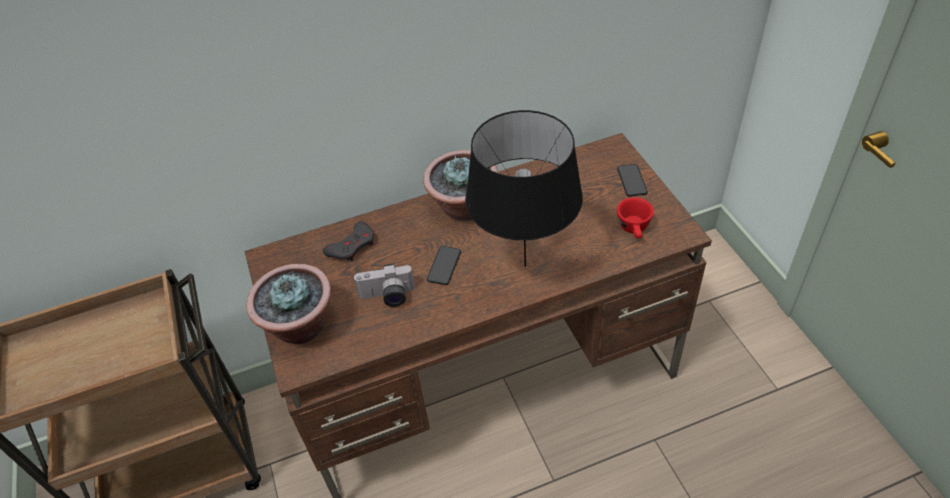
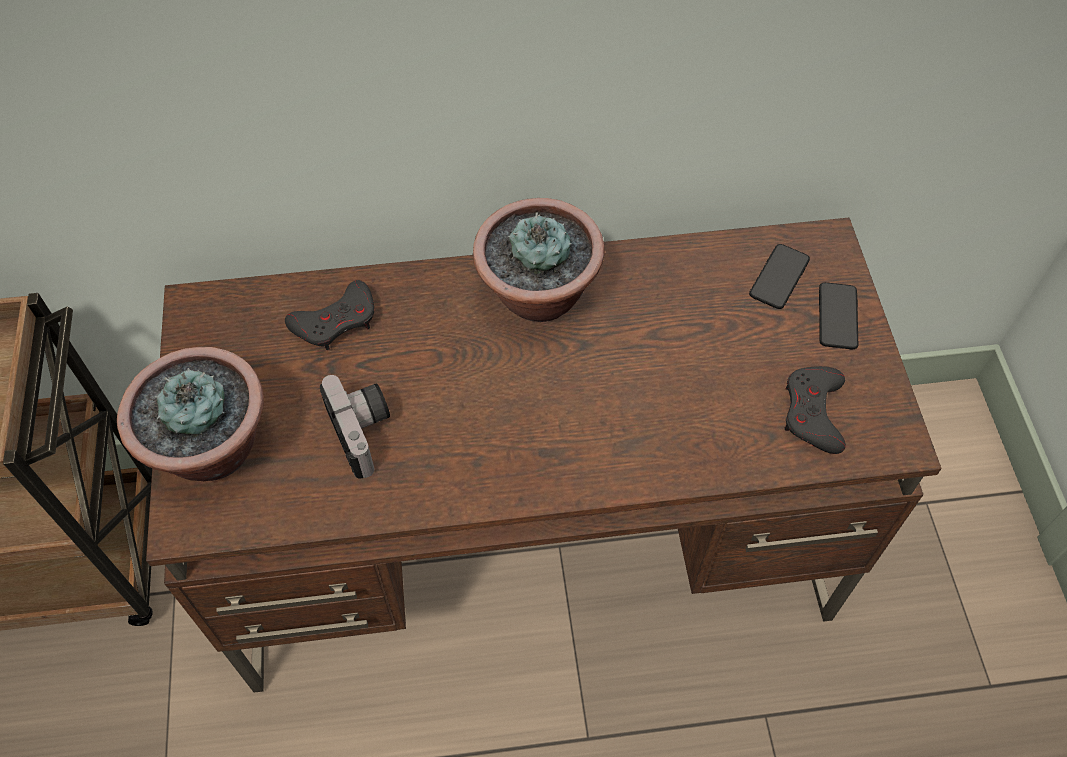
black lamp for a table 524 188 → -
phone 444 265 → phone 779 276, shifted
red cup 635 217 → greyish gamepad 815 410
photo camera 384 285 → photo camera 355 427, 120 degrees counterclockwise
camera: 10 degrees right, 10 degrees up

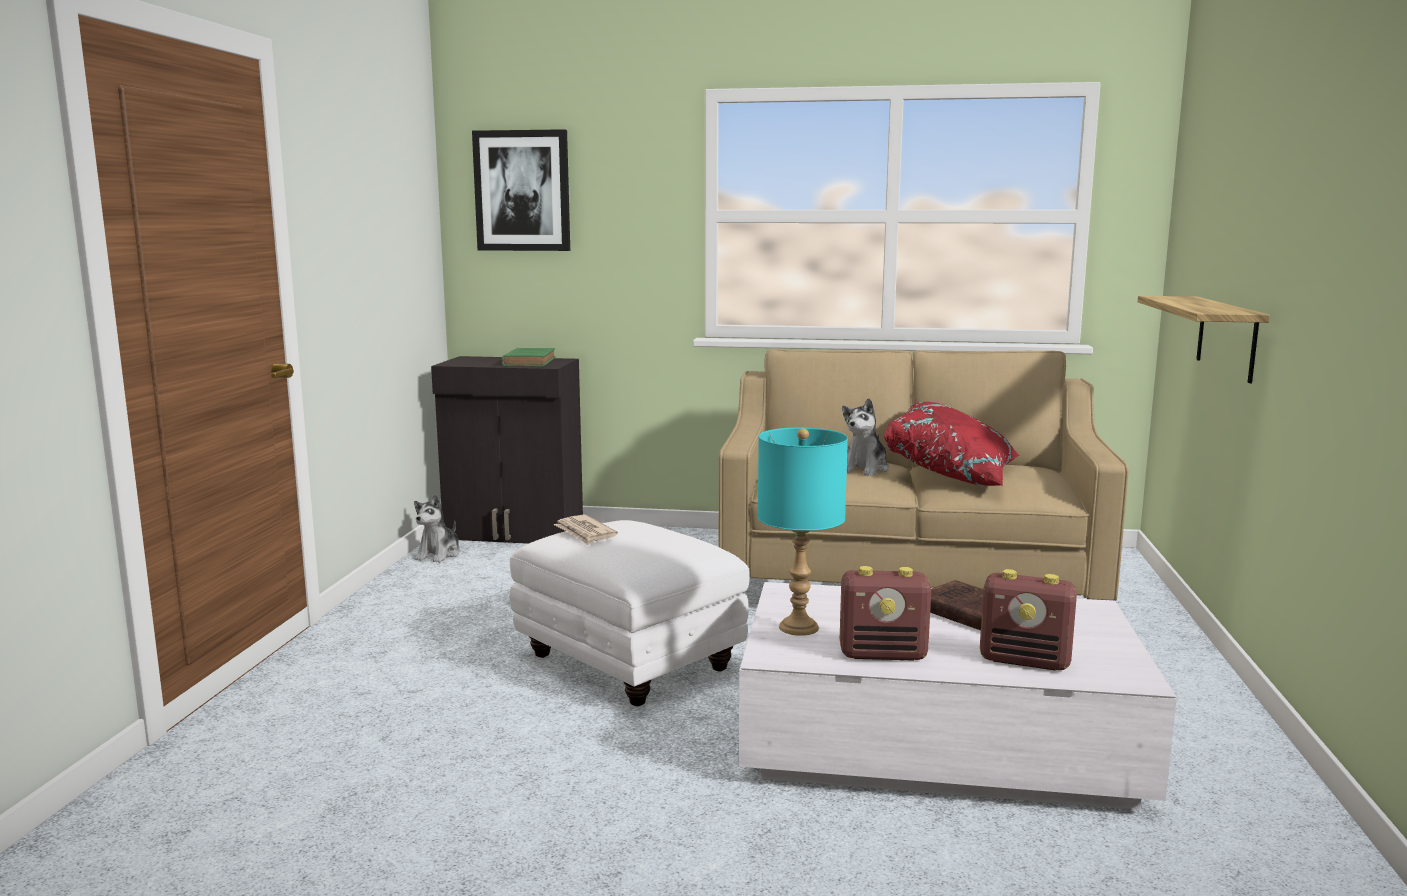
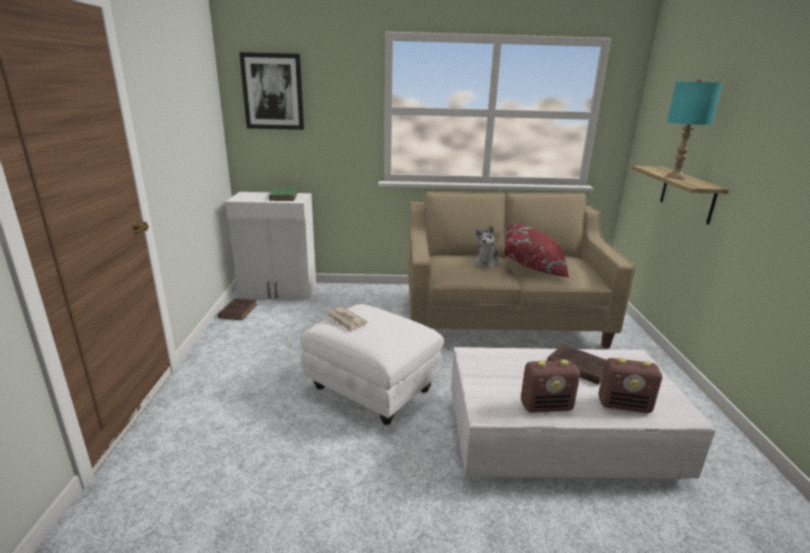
turquoise-coloured lamp for a table 803 532 → turquoise-coloured lamp for a table 694 128, shifted
soft toy 437 528 → brown volume 237 309
black storage cabinet 507 450 → white storage cabinet 270 246
camera: 10 degrees left, 10 degrees up

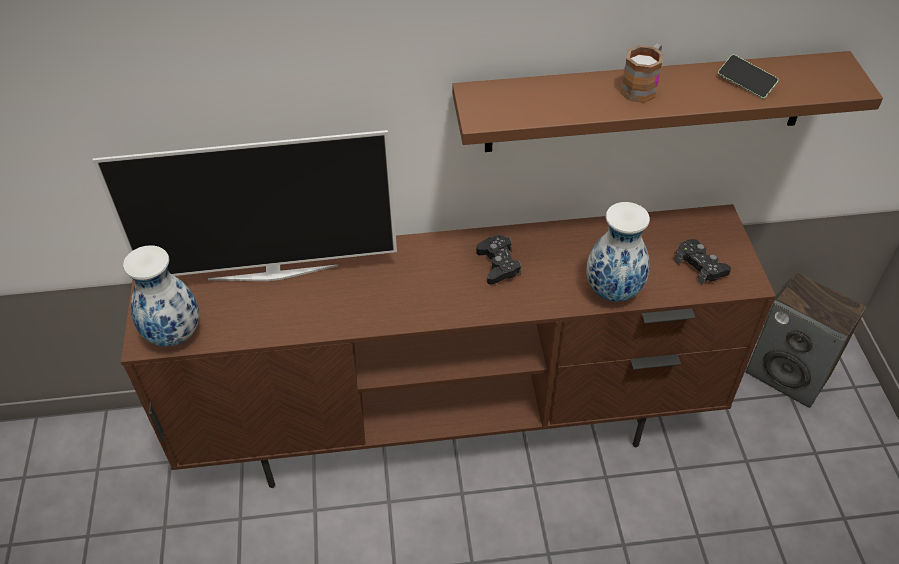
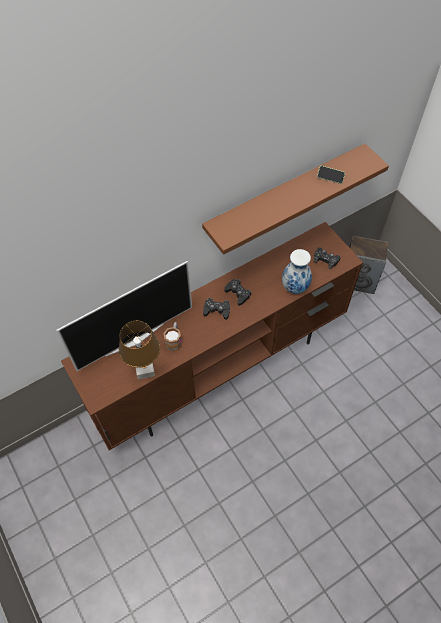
decorative vase 161 296 → -
- → brown lamp for a table 139 350
- → black gamepad 216 309
coffee mug 641 73 → coffee mug 172 337, shifted
camera: 25 degrees left, 10 degrees up

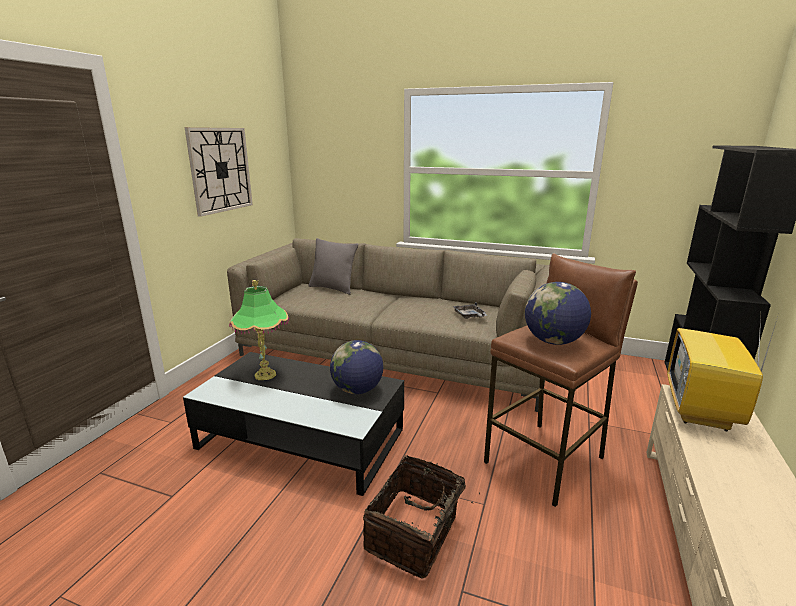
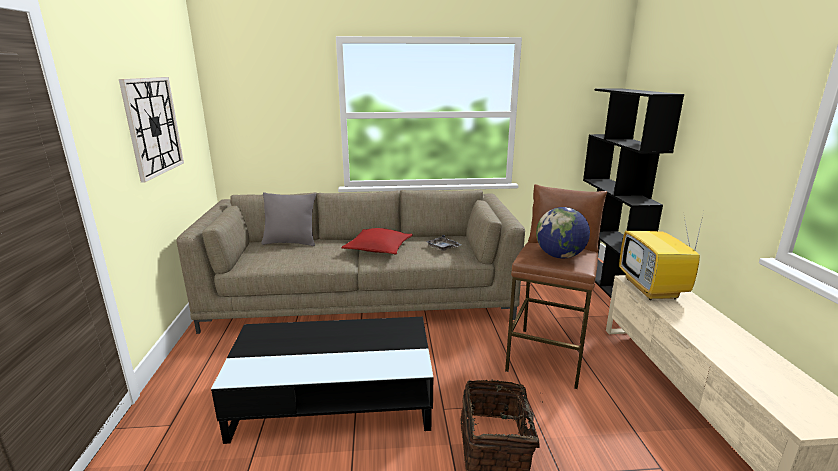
lamp for a table 259 330 → -
world globe 357 367 → -
- → red pillow 377 241
camera: 25 degrees left, 0 degrees up

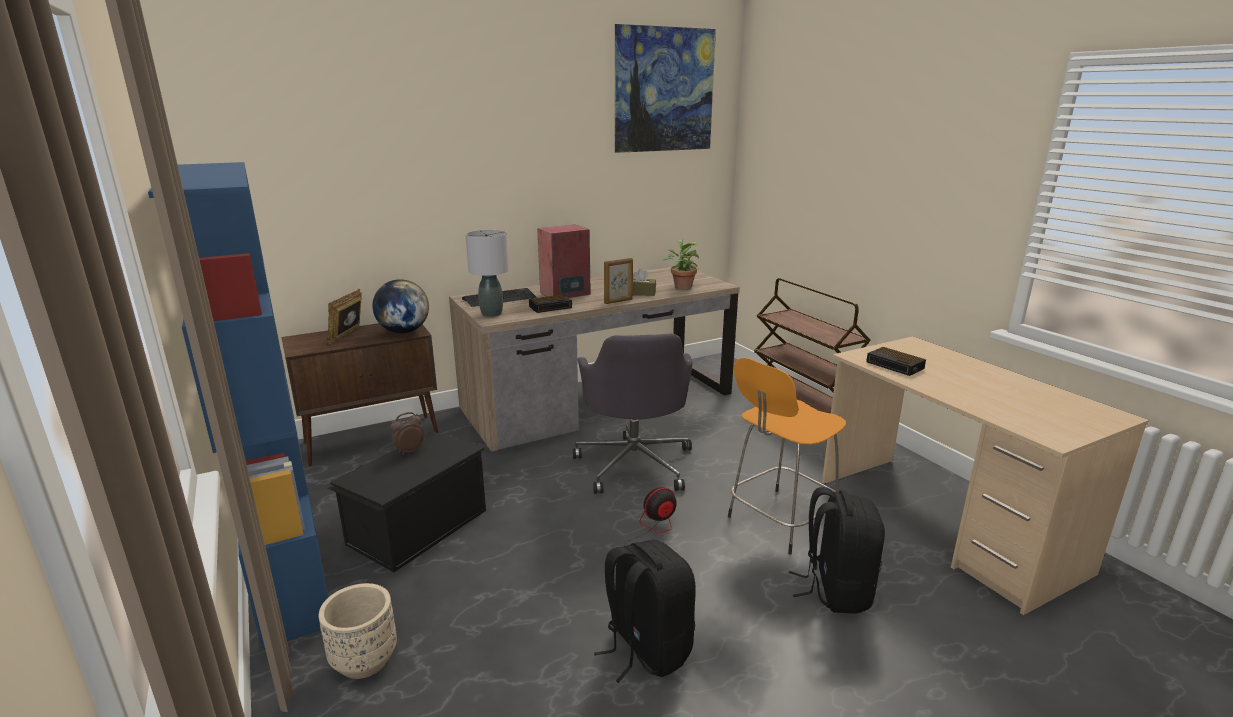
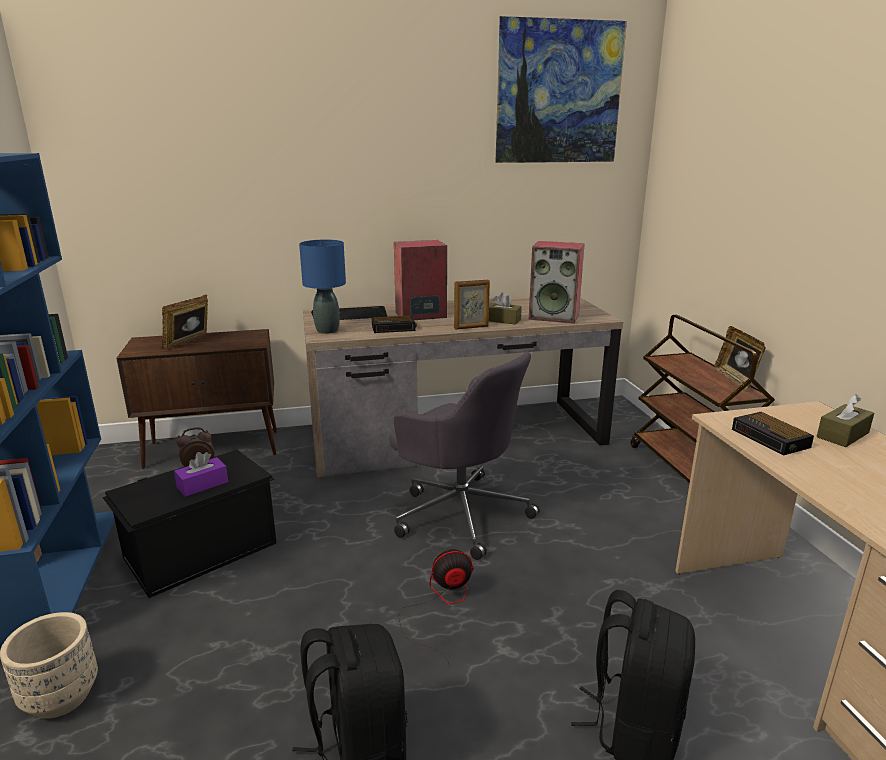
world globe 401 306 → -
orangey stool 787 456 → -
- → purplish tissue box 201 474
- → photo frame 740 358
- → brown tissue box 845 420
plant in a pot 681 264 → audio speaker 557 282
greyish lamp for a table 487 273 → blue-coloured lamp for a table 322 287
greyish desk chair 633 413 → greyish desk chair 464 456, 60 degrees counterclockwise
camera: 15 degrees right, 0 degrees up

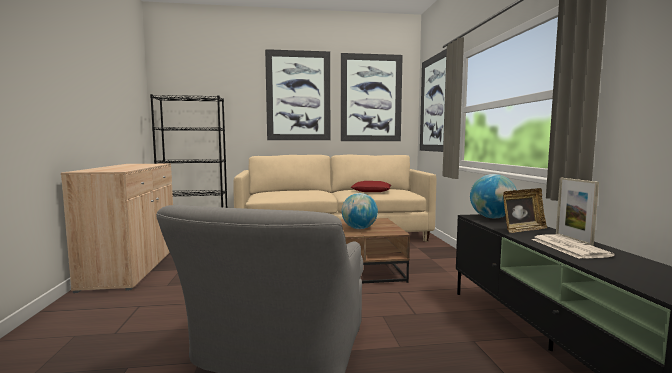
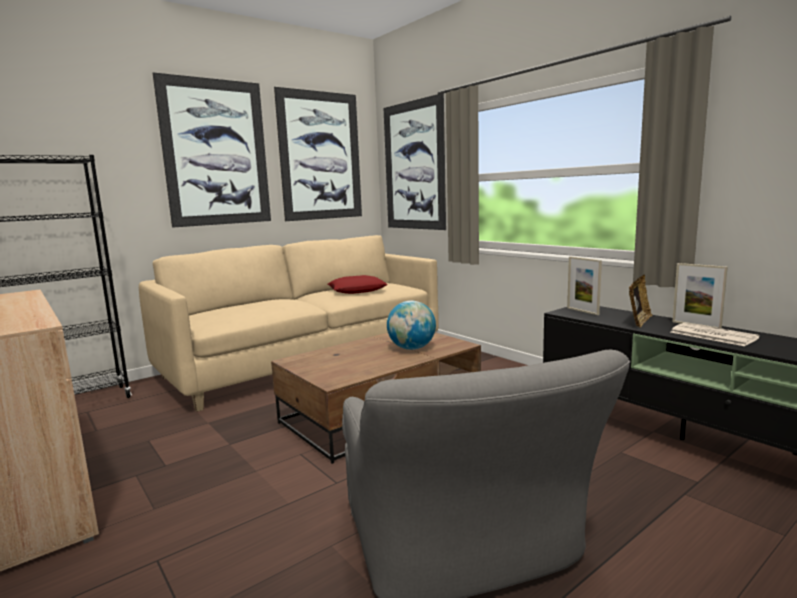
world globe 493 196 → photo frame 584 286
camera: 30 degrees left, 5 degrees up

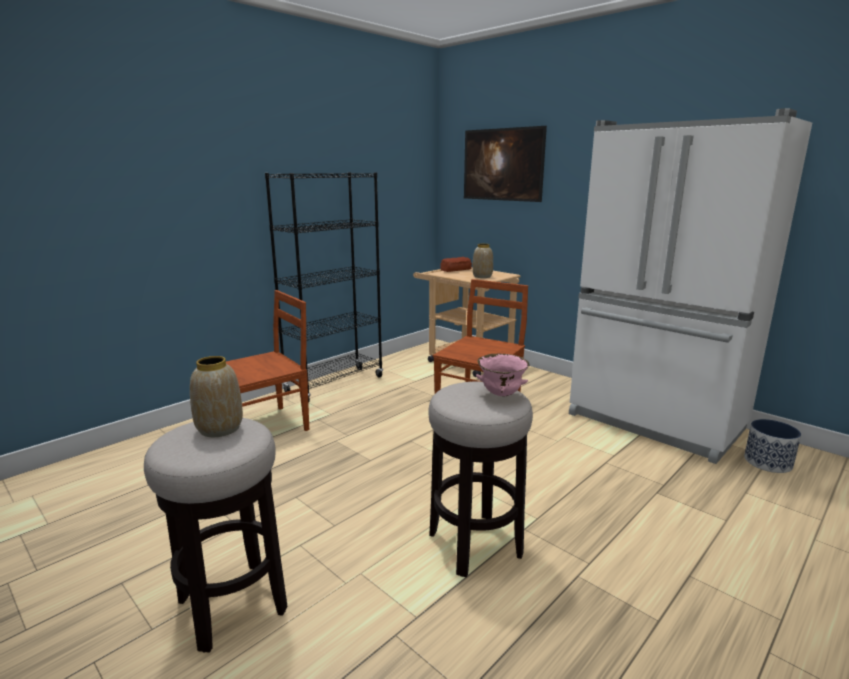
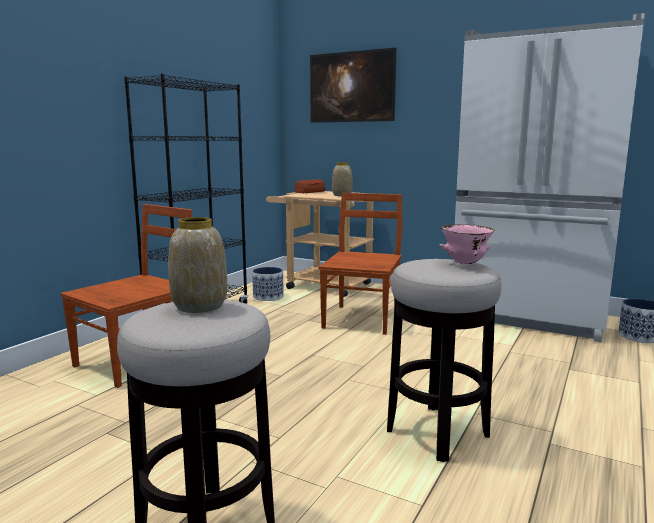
- → plant pot 268 284
camera: 15 degrees left, 5 degrees down

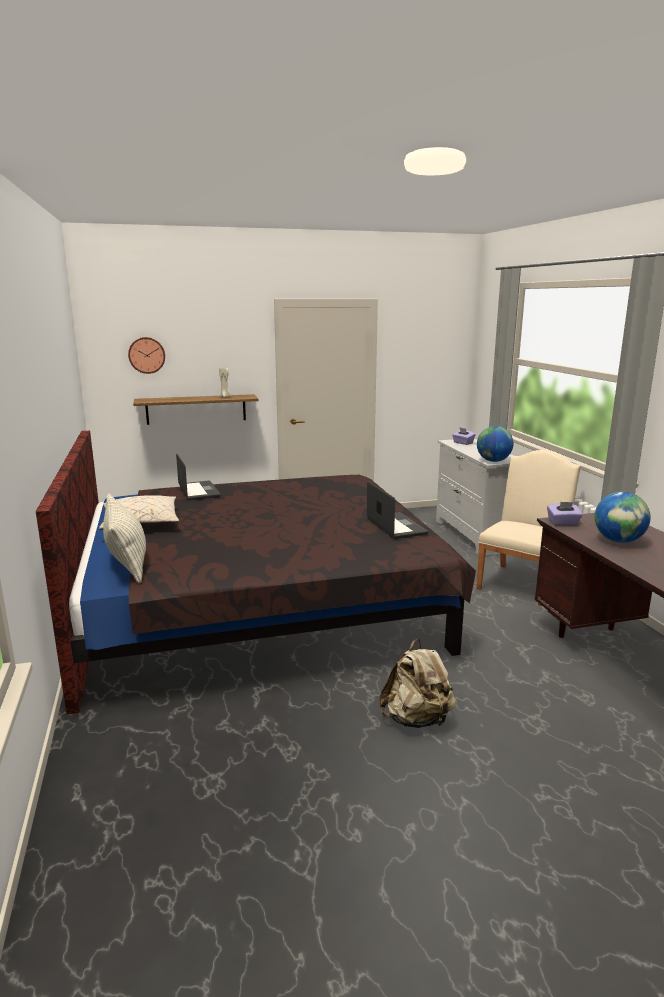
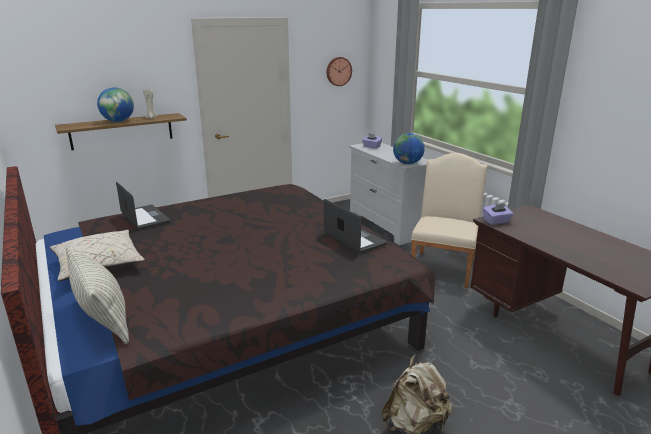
clock on the wall 146 355 → clock on the wall 339 71, shifted
world globe 623 517 → world globe 115 104, shifted
camera: 15 degrees left, 5 degrees up

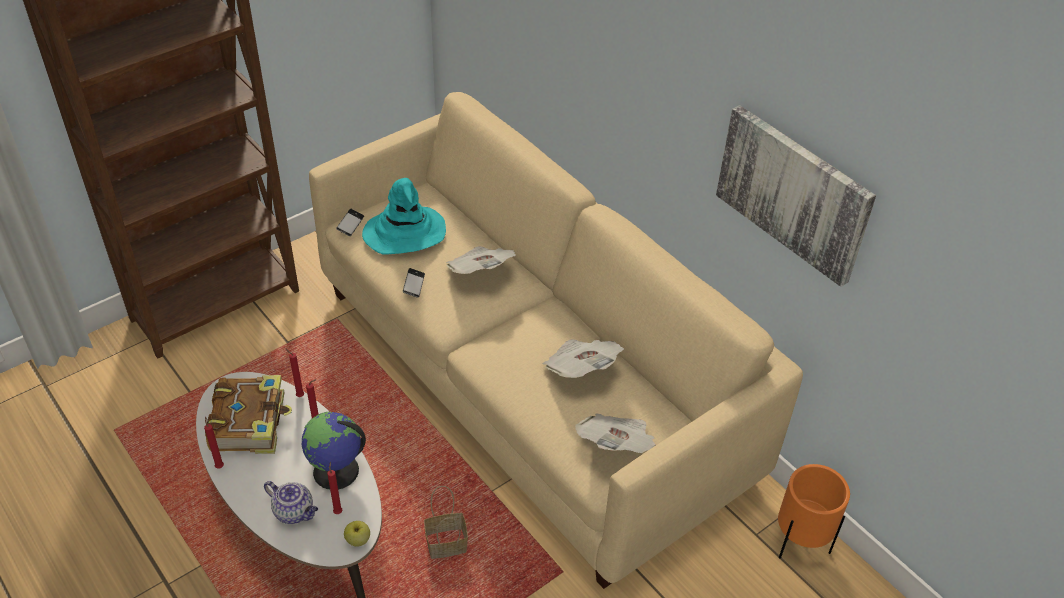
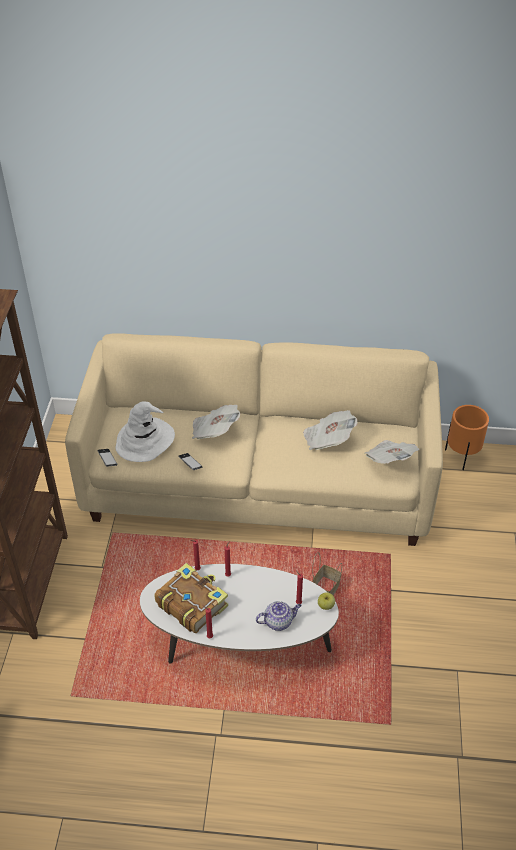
world globe 334 450 → -
wall picture 796 196 → -
turquoise-coloured wearable hat 404 216 → white wearable hat 145 431
camera: 45 degrees left, 0 degrees up

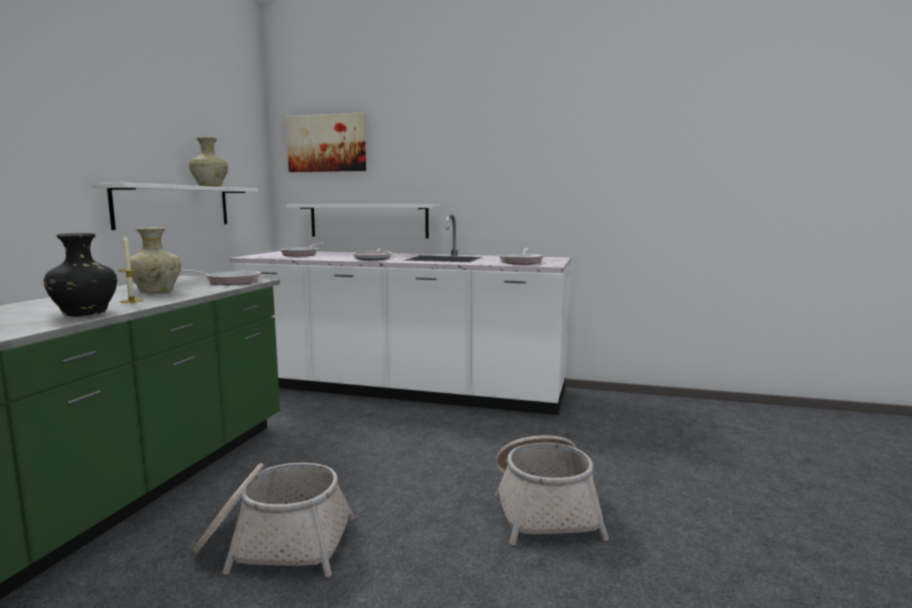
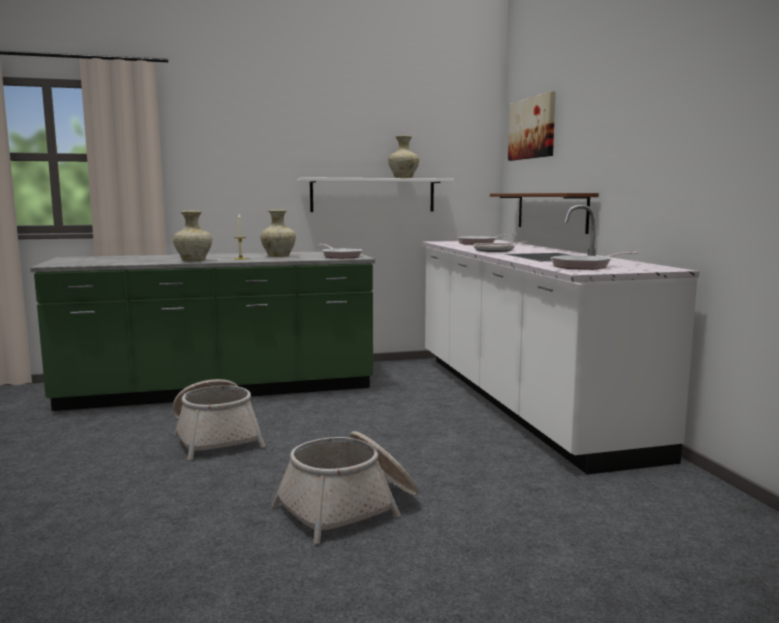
black decorative vase 80 274 → beige decorative vase 192 235
white wall shelf 363 221 → brown wall shelf 544 213
camera: 60 degrees right, 0 degrees up

